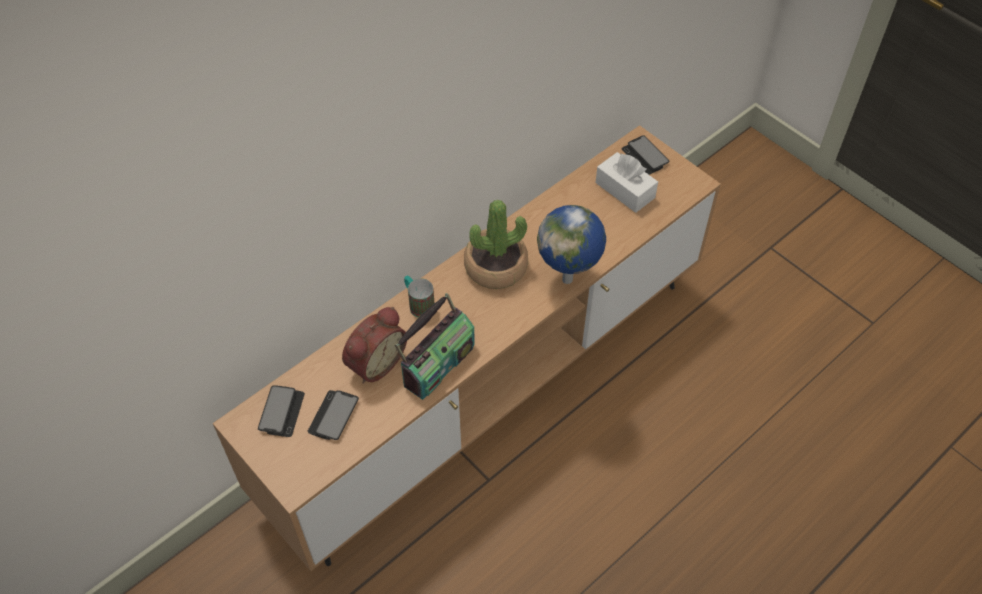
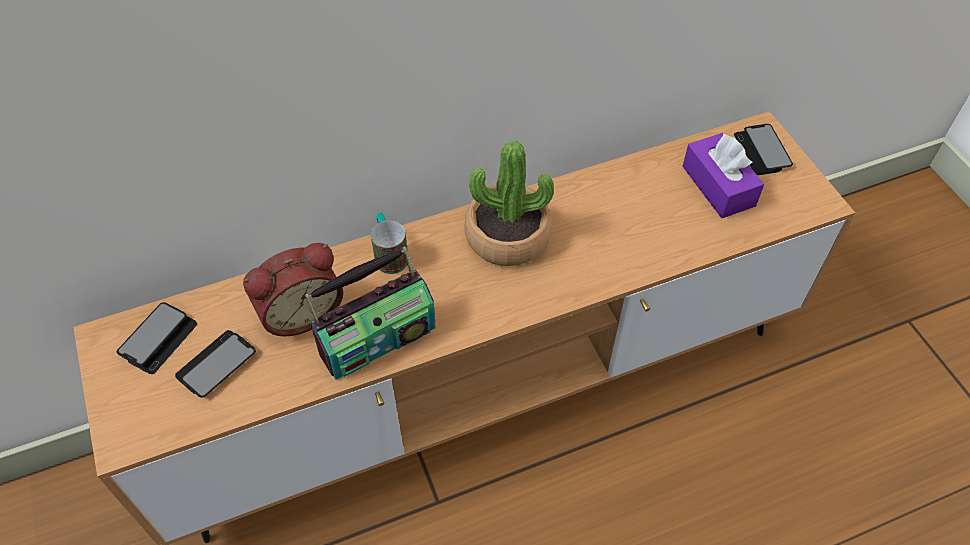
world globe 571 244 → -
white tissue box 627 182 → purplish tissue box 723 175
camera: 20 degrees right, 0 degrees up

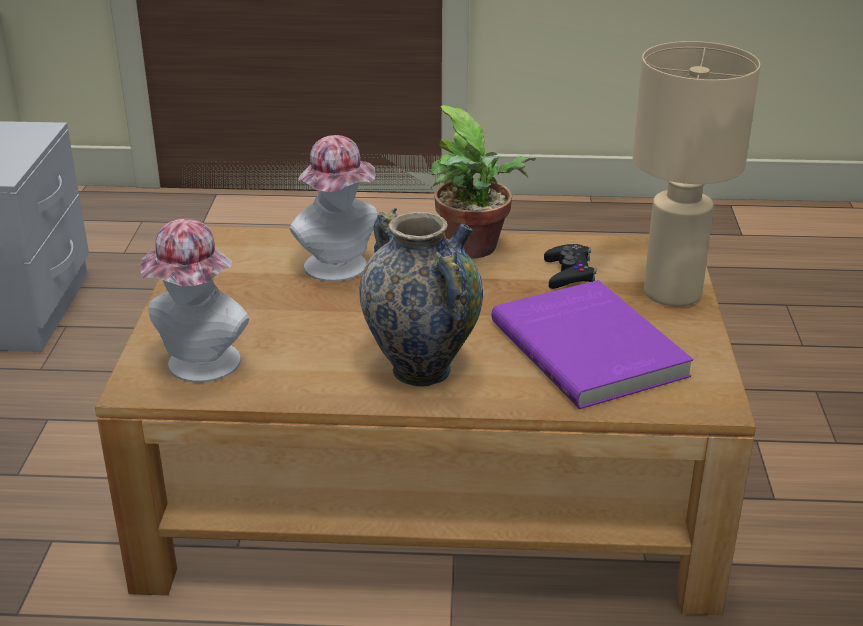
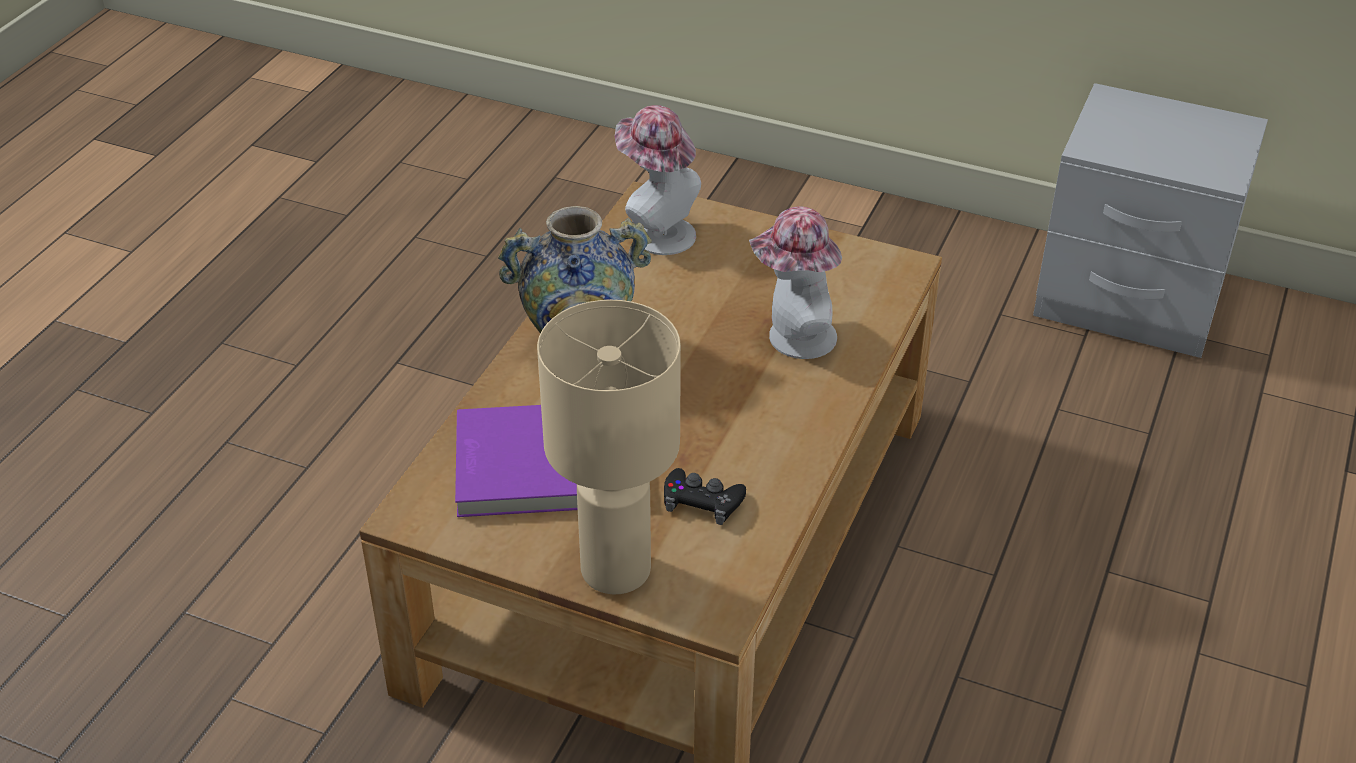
plant in a pot 483 182 → -
camera: 110 degrees right, 10 degrees up

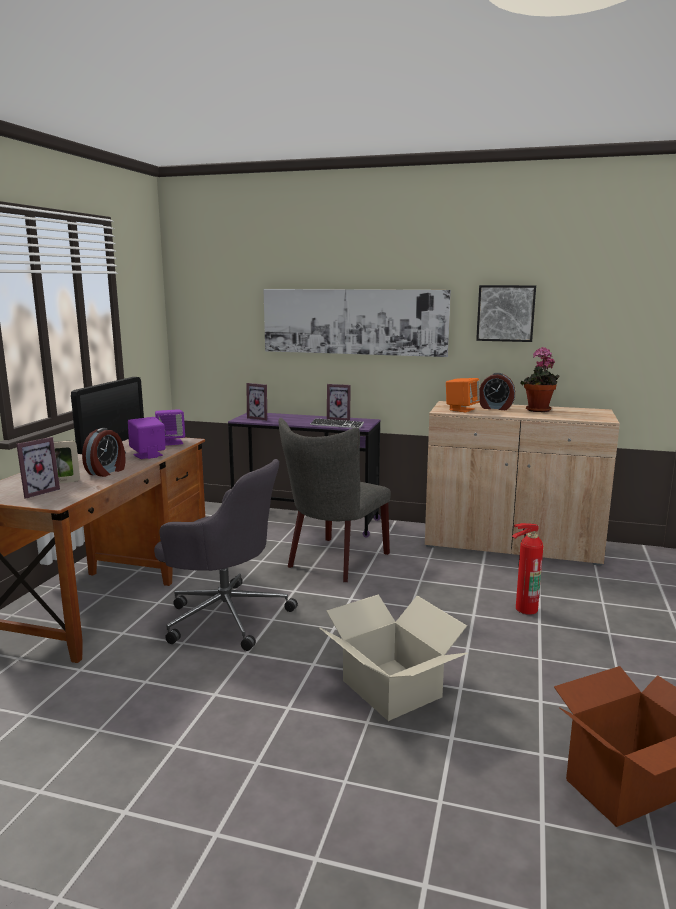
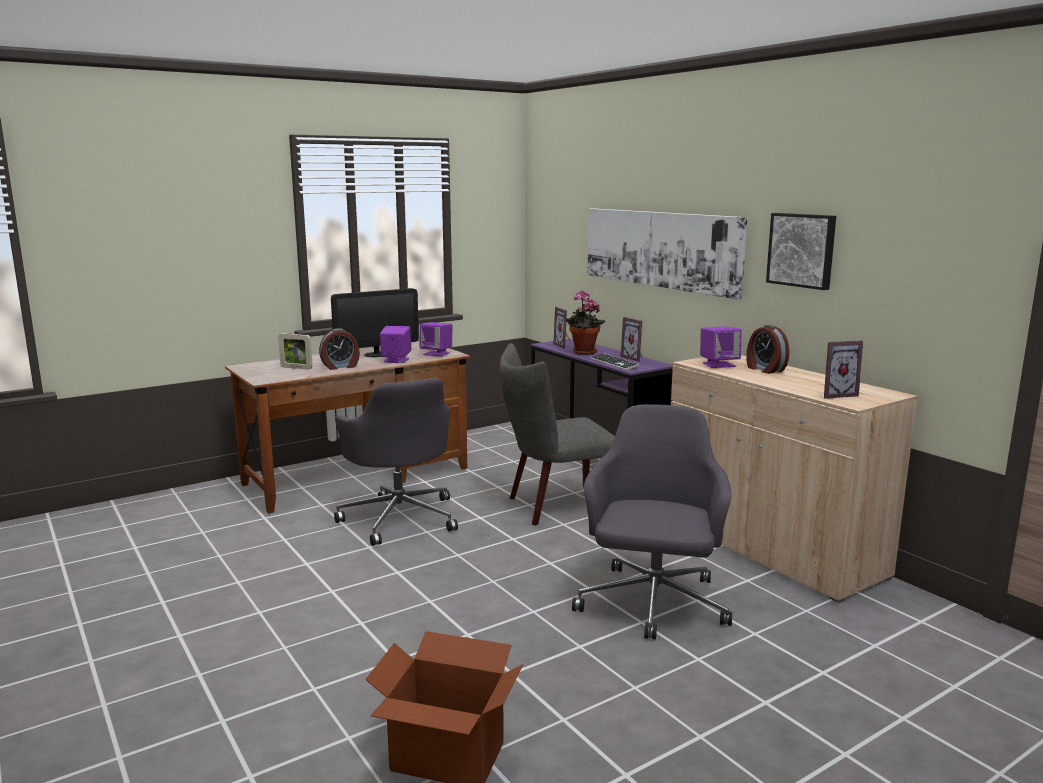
packing box 394 658 → -
photo frame 38 468 → photo frame 843 369, shifted
plant in a pot 540 379 → plant in a pot 585 322, shifted
fire-fighting cylinder 527 569 → greyish desk chair 652 521
orangey audio speaker 463 395 → purplish audio speaker 721 347
camera: 40 degrees right, 0 degrees up

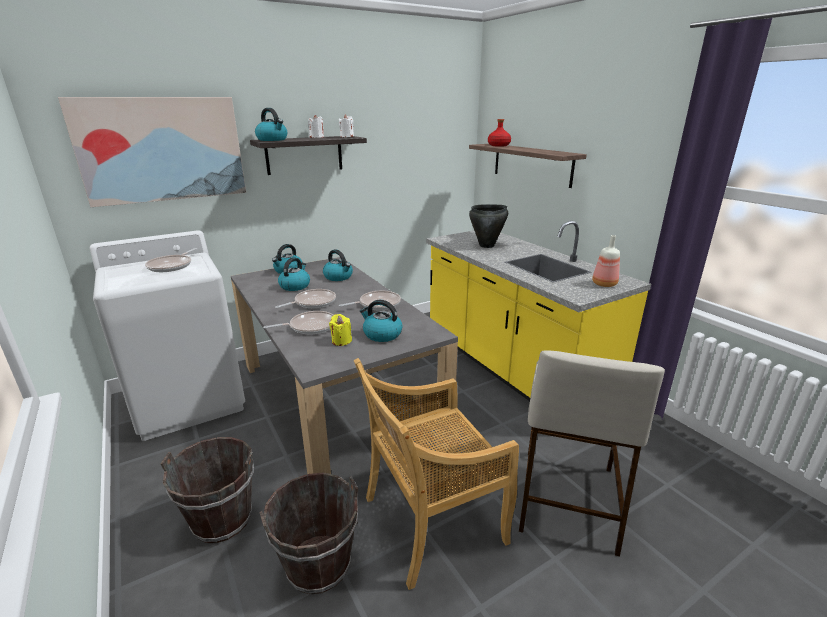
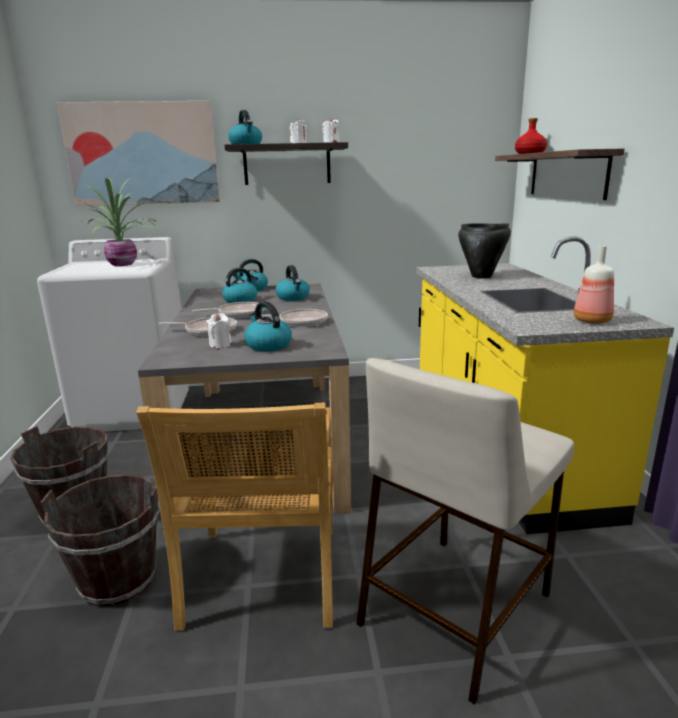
skillet 171 260 → plant in a pot 111 222
yellow wax candle 340 330 → white wax candle 219 331
beige upright chair 436 474 → beige upright chair 234 517, 90 degrees counterclockwise
camera: 25 degrees right, 5 degrees down

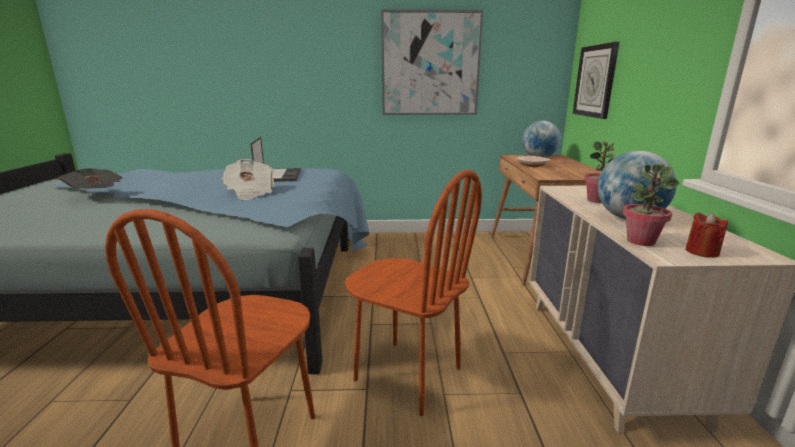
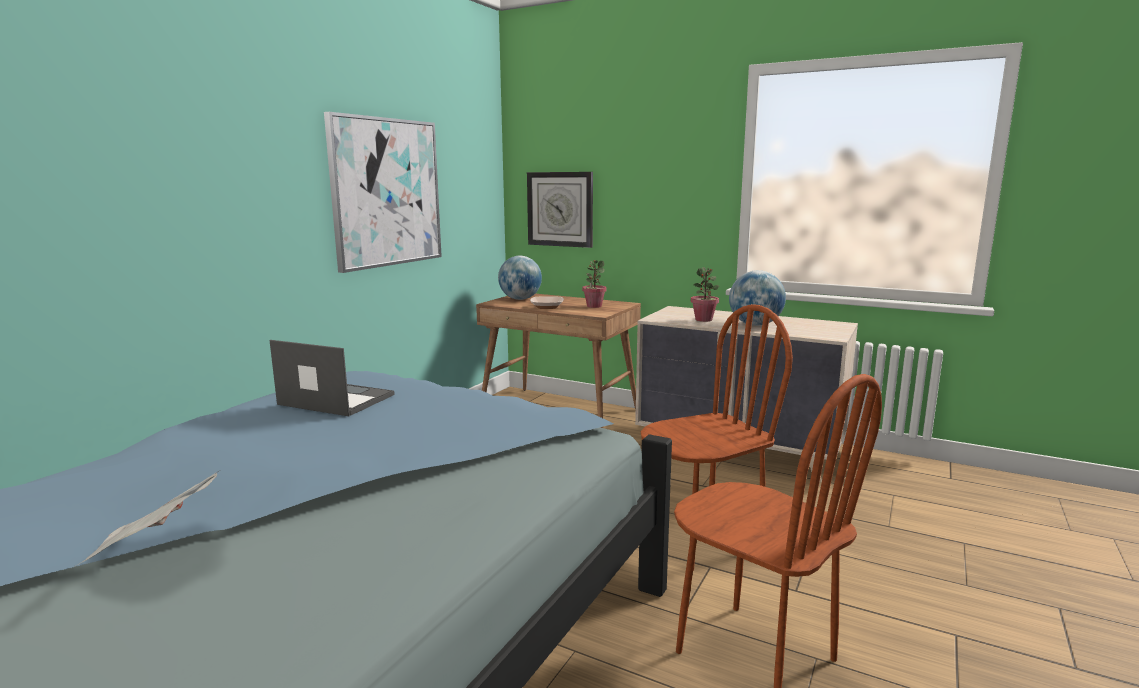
daily paper 248 179 → -
red wax candle 706 235 → -
plant in a pot 651 205 → plant in a pot 594 284, shifted
camera: 60 degrees left, 5 degrees down

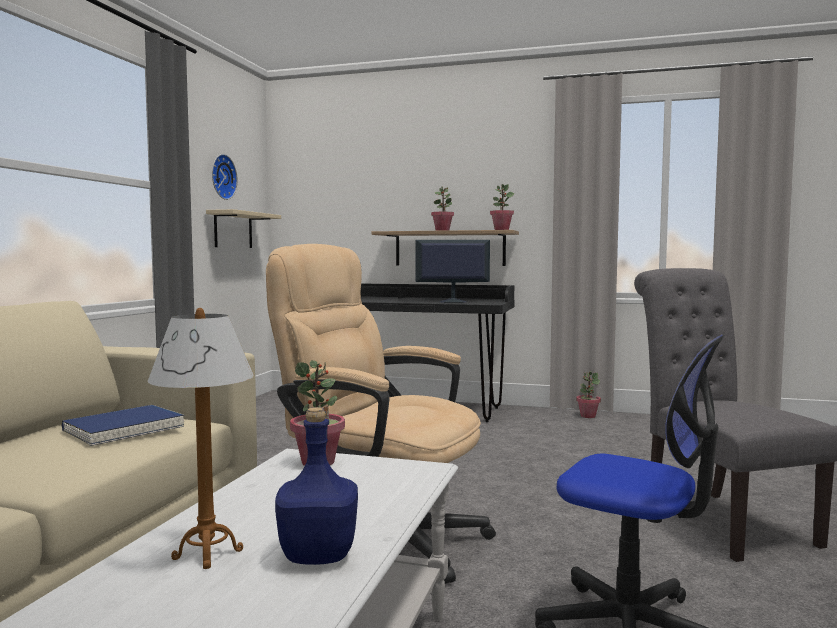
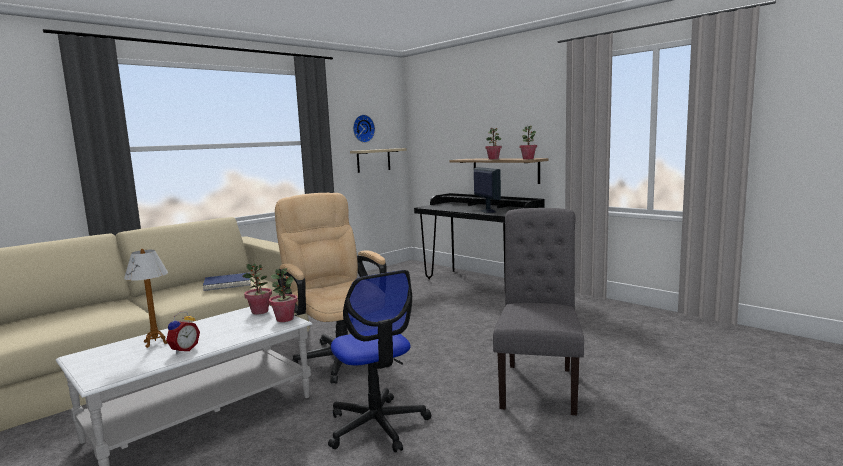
plant in a pot 588 394 → plant in a pot 283 295, shifted
blue-coloured bottle 316 486 → table clock 183 333
computer display 453 271 → computer display 487 190, 45 degrees clockwise
camera: 30 degrees right, 5 degrees up

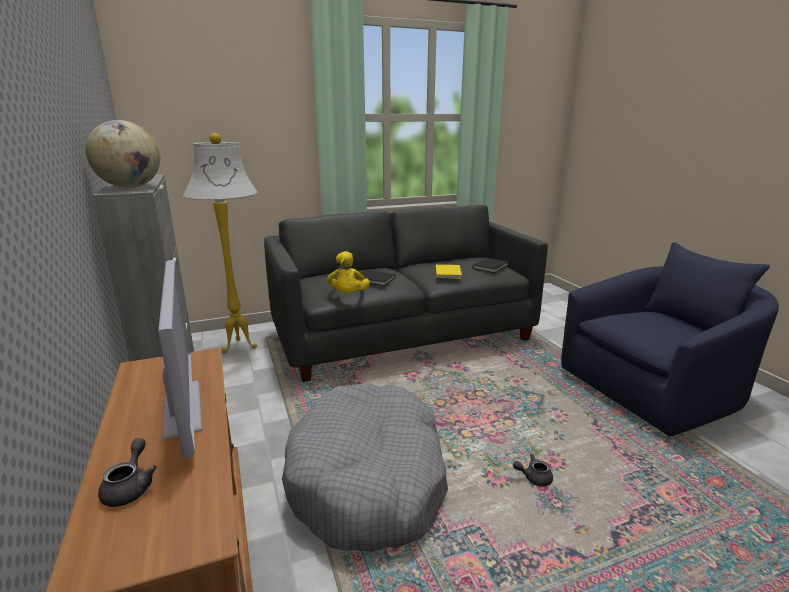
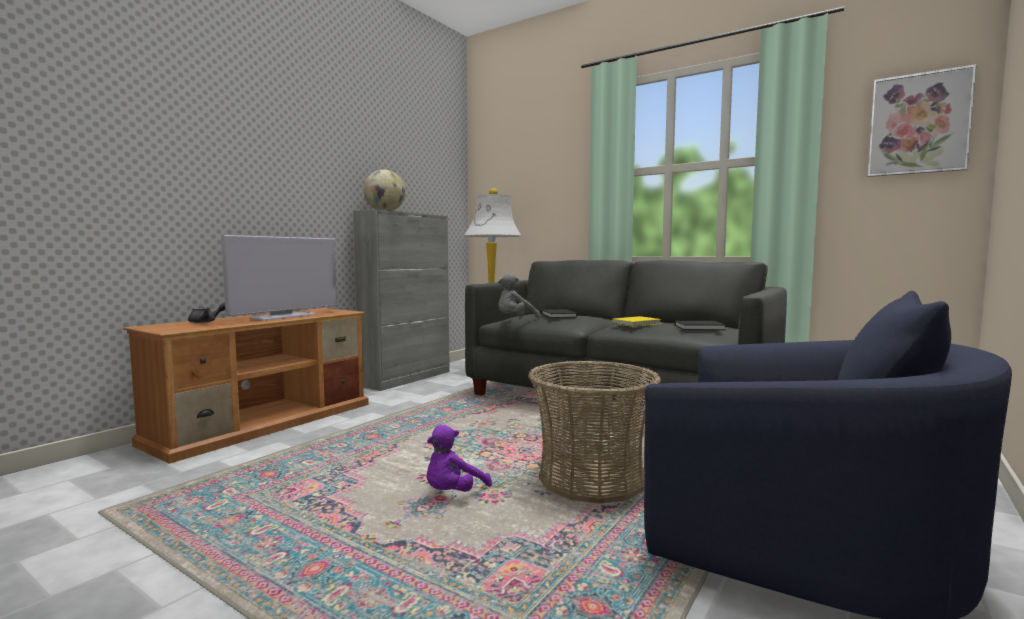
greyish dog cushion 365 468 → -
- → household basket 594 432
- → wall picture 922 120
greyish pot for tea 533 470 → purplish soft toy 459 458
yellow soft toy 348 272 → greyish soft toy 519 295
camera: 55 degrees right, 15 degrees down

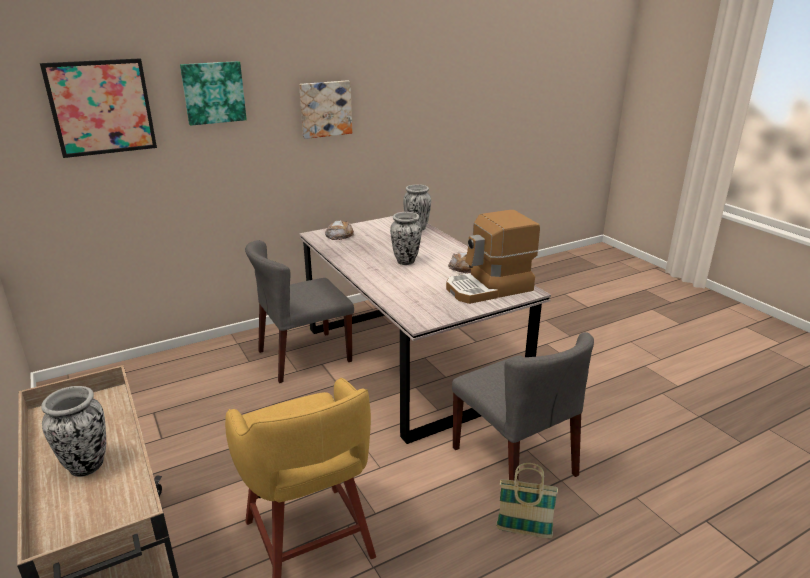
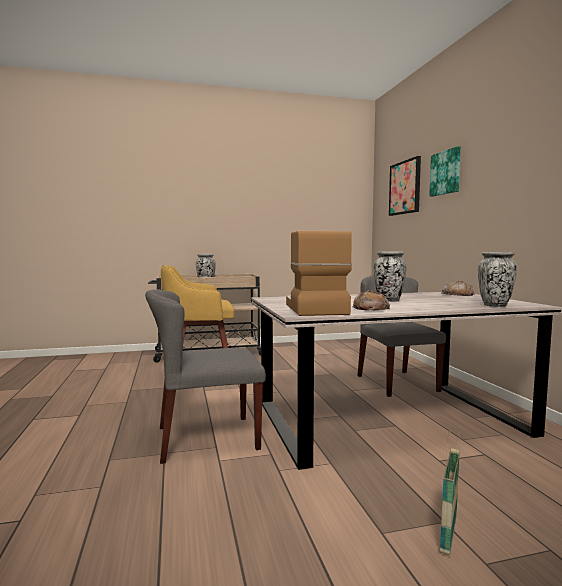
wall picture 325 109 → -
household basket 527 500 → household basket 450 492, shifted
camera: 105 degrees right, 20 degrees down

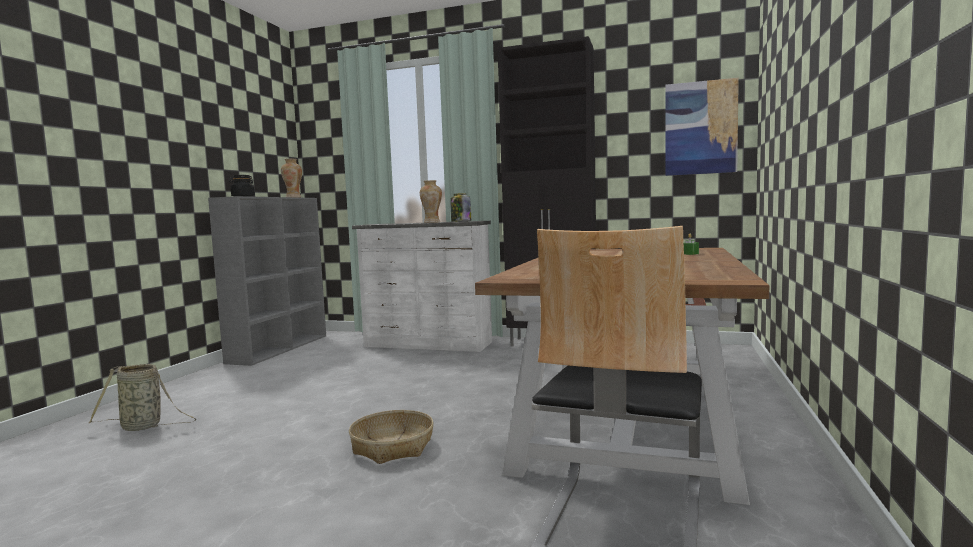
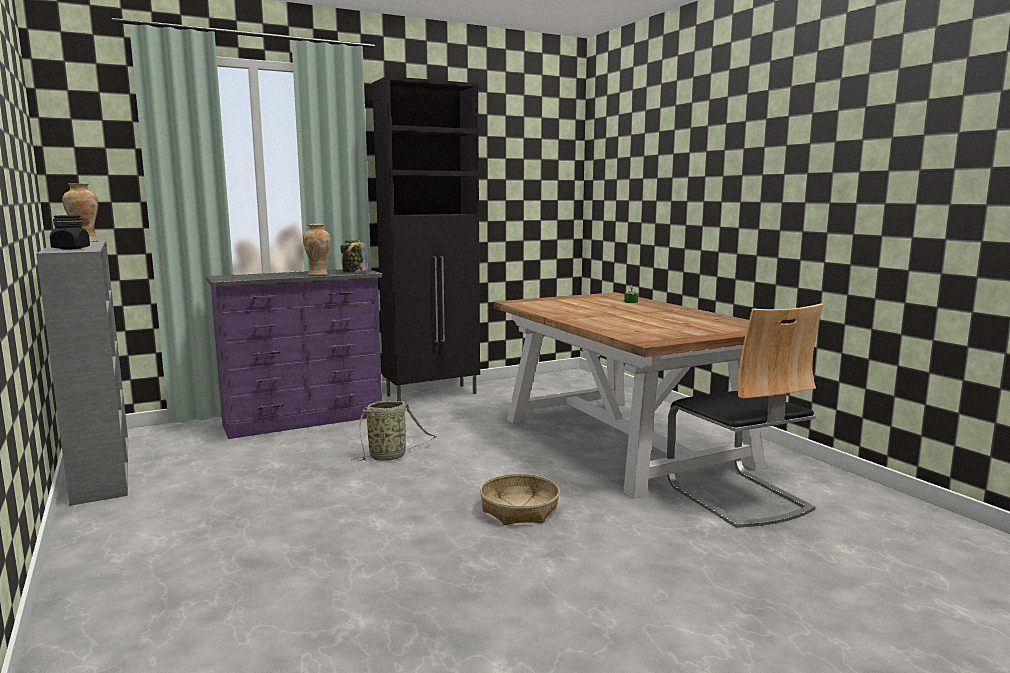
wall picture 702 127 → -
household basket 143 397 → household basket 393 431, shifted
white dresser 422 286 → purplish dresser 294 354
camera: 45 degrees left, 5 degrees up

